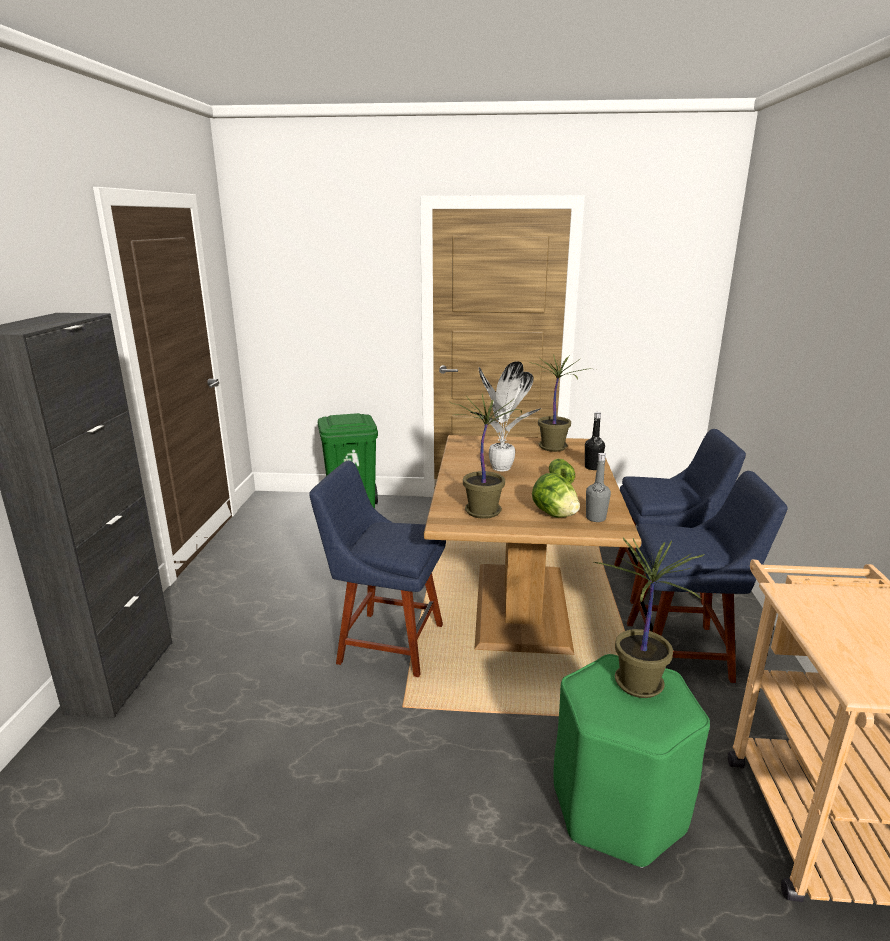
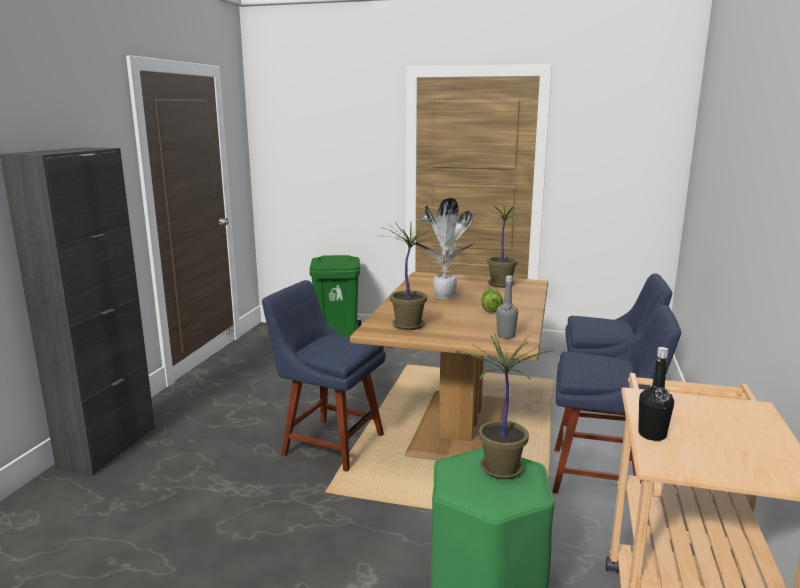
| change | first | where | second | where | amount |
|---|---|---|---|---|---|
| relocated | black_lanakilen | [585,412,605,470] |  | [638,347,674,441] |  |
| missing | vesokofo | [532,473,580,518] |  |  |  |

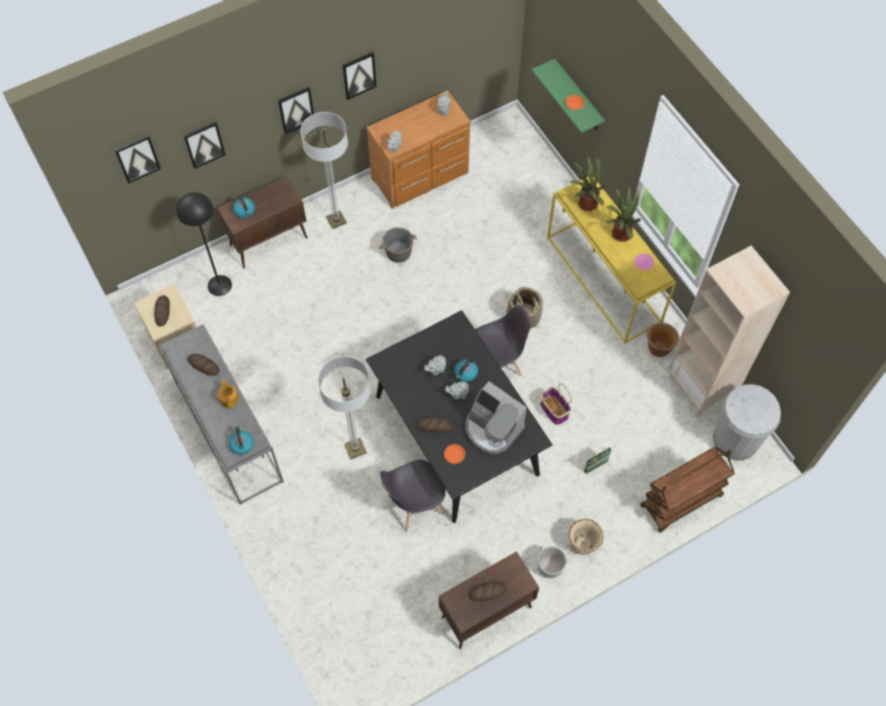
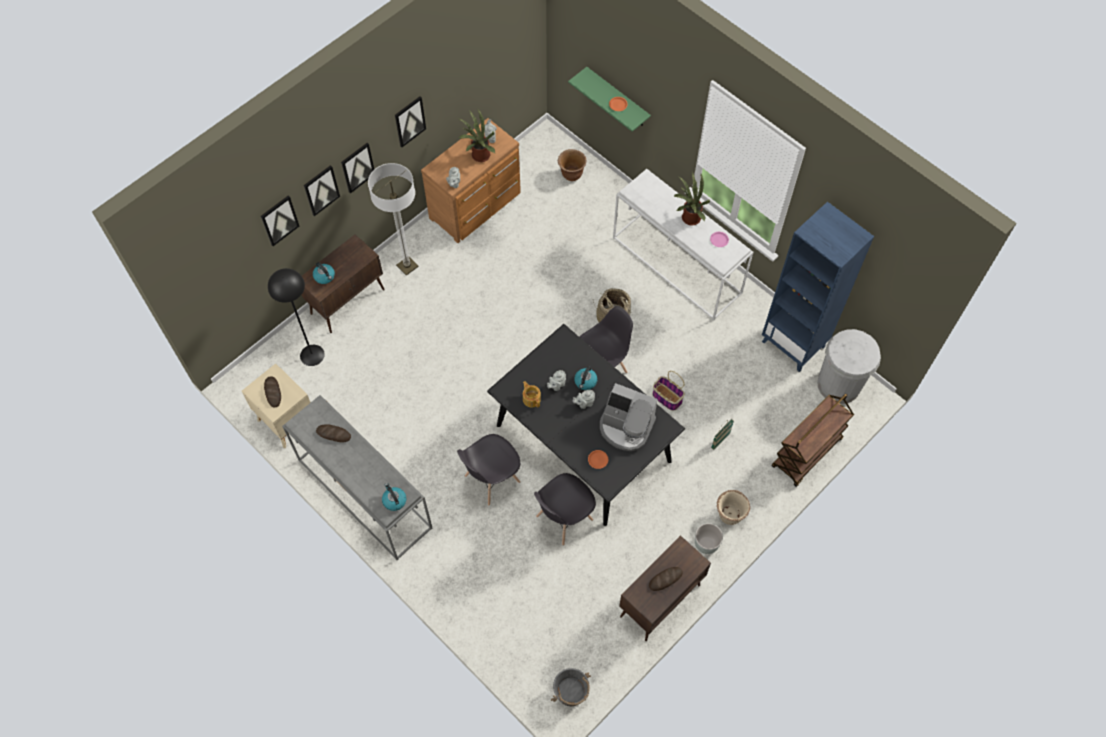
| change | first | where | second | where | amount |
|---|---|---|---|---|---|
| relocated | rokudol | [114,135,161,184] |  | [304,165,340,216] |  |
| exchanged | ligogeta | [318,356,371,459] | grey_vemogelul | [457,434,520,505] |  |
| relocated | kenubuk | [570,157,608,212] |  | [458,110,495,162] |  |
| relocated | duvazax | [218,379,239,409] |  | [523,381,541,408] |  |
| relocated | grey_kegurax | [379,227,417,263] |  | [551,668,591,706] |  |
| relocated | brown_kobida | [647,322,679,357] |  | [558,149,586,181] |  |
| colour | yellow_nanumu | [547,177,676,343] | white_nanumu | [613,169,753,320] |  |
| colour | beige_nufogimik | [668,246,790,417] | blue_nufogimik | [762,202,874,372] |  |
| missing | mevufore | [417,417,454,433] |  |  |  |

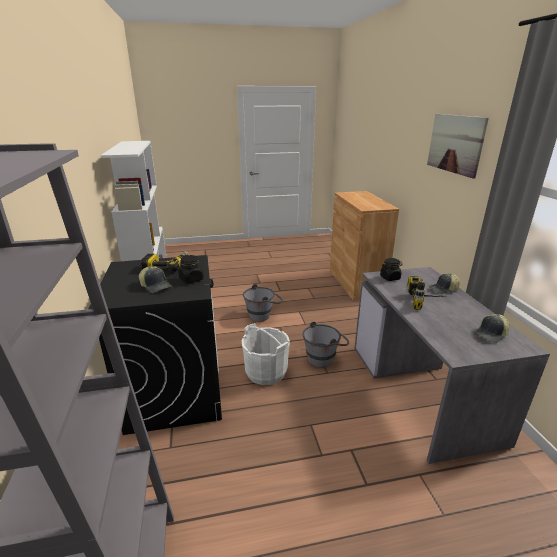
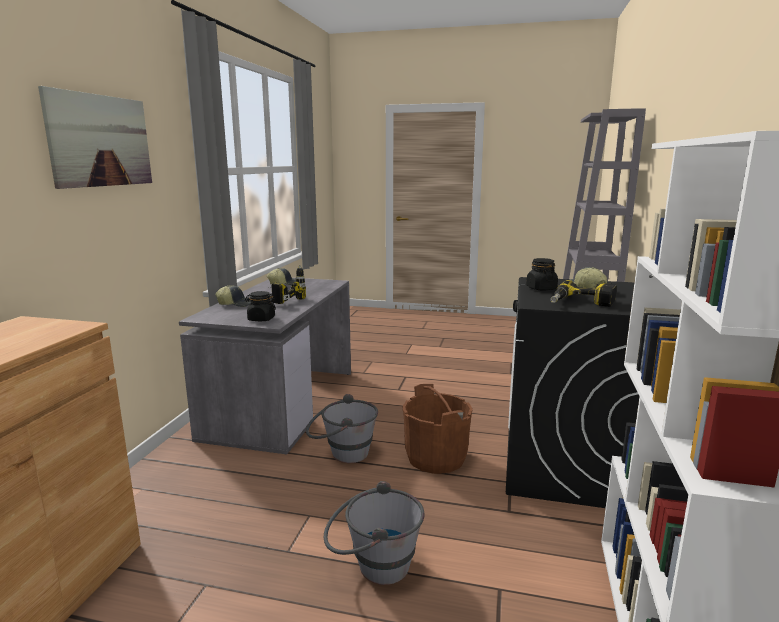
| change | first | where | second | where | amount |
|---|---|---|---|---|---|
| colour | white_kegurax | [242,323,290,385] | brown_kegurax | [403,384,473,474] |  |

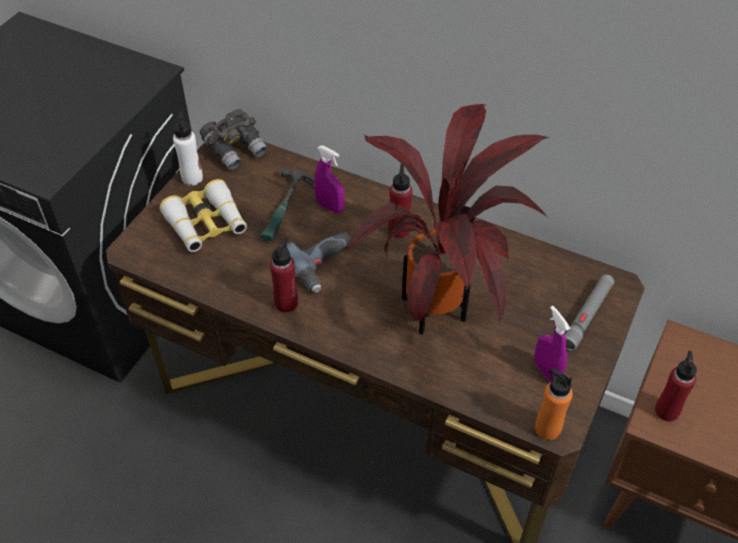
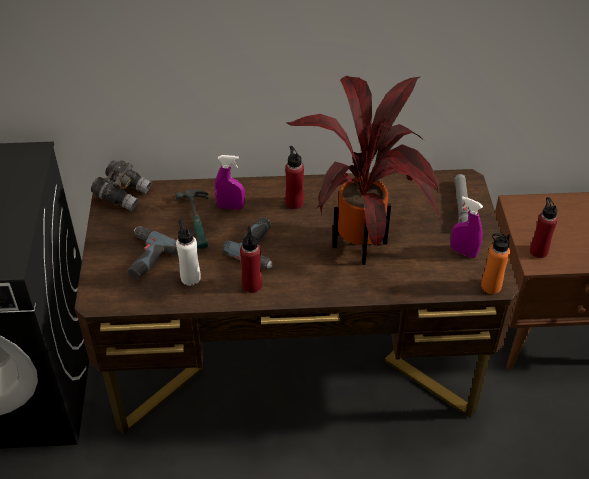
| change | first | where | second | where | amount |
|---|---|---|---|---|---|
| exchanged | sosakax | [159,179,247,252] | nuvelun | [128,226,178,279] |  |
| relocated | white_lanakilen | [173,112,203,186] |  | [176,220,201,286] |  |

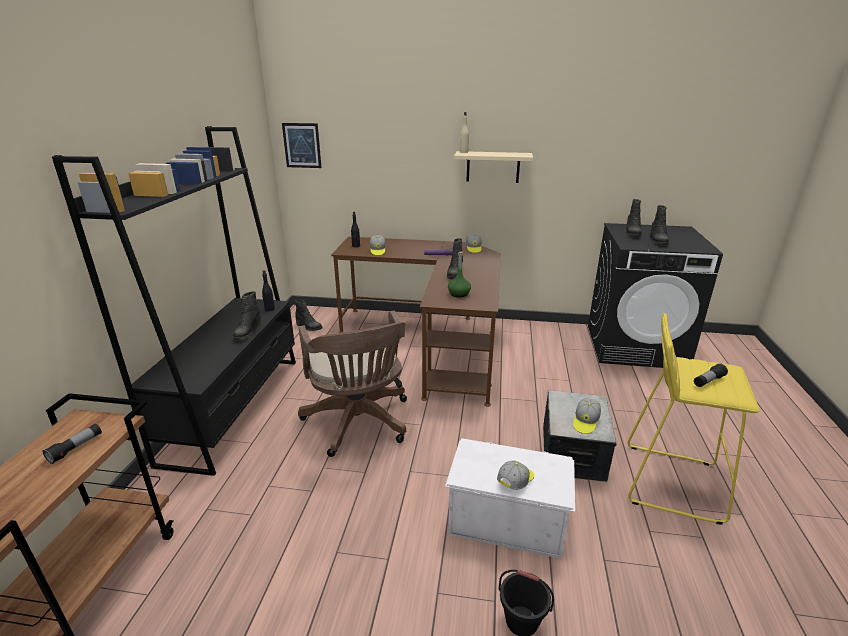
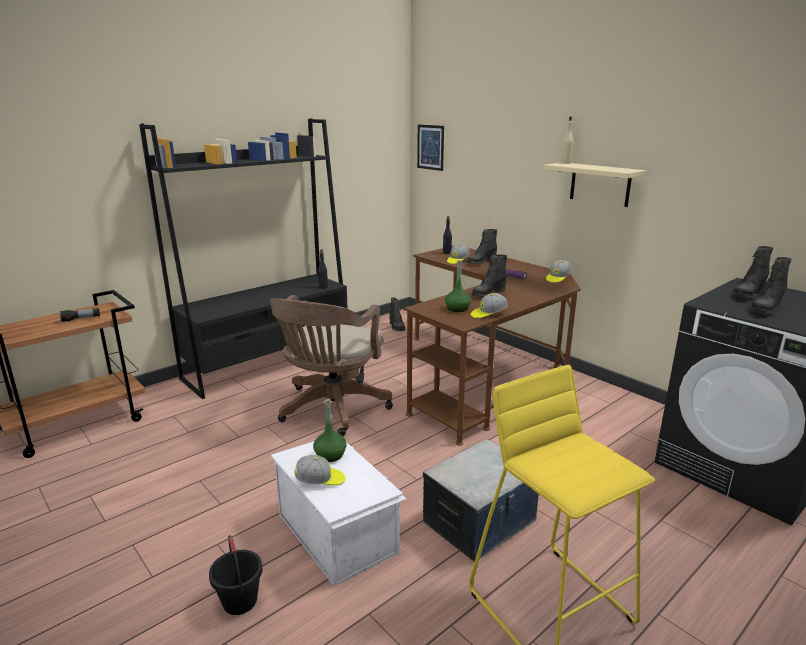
| change | first | where | second | where | amount |
|---|---|---|---|---|---|
| appeared |  |  | green_lanakilen | [313,399,347,462] |  |
| relocated | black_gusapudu | [233,291,261,341] |  | [467,229,497,264] |  |
| relocated | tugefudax | [573,398,601,434] |  | [471,293,508,318] |  |
| missing | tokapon | [694,363,728,387] |  |  |  |

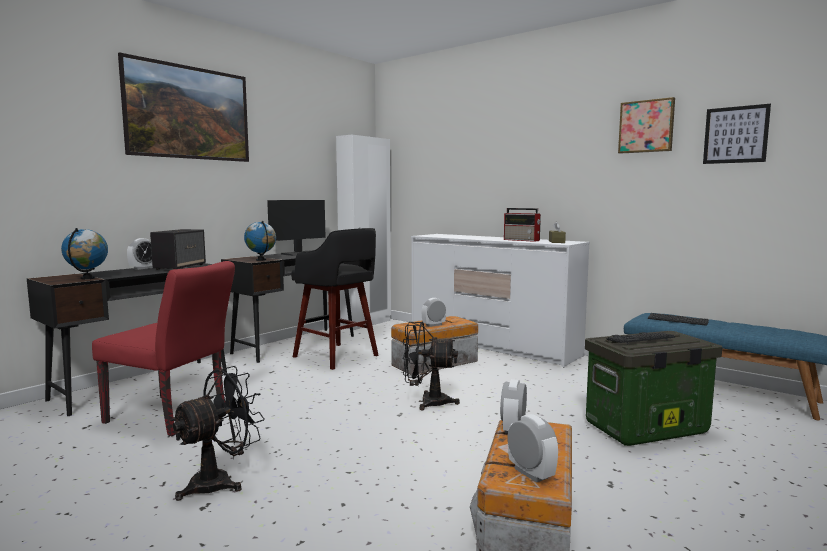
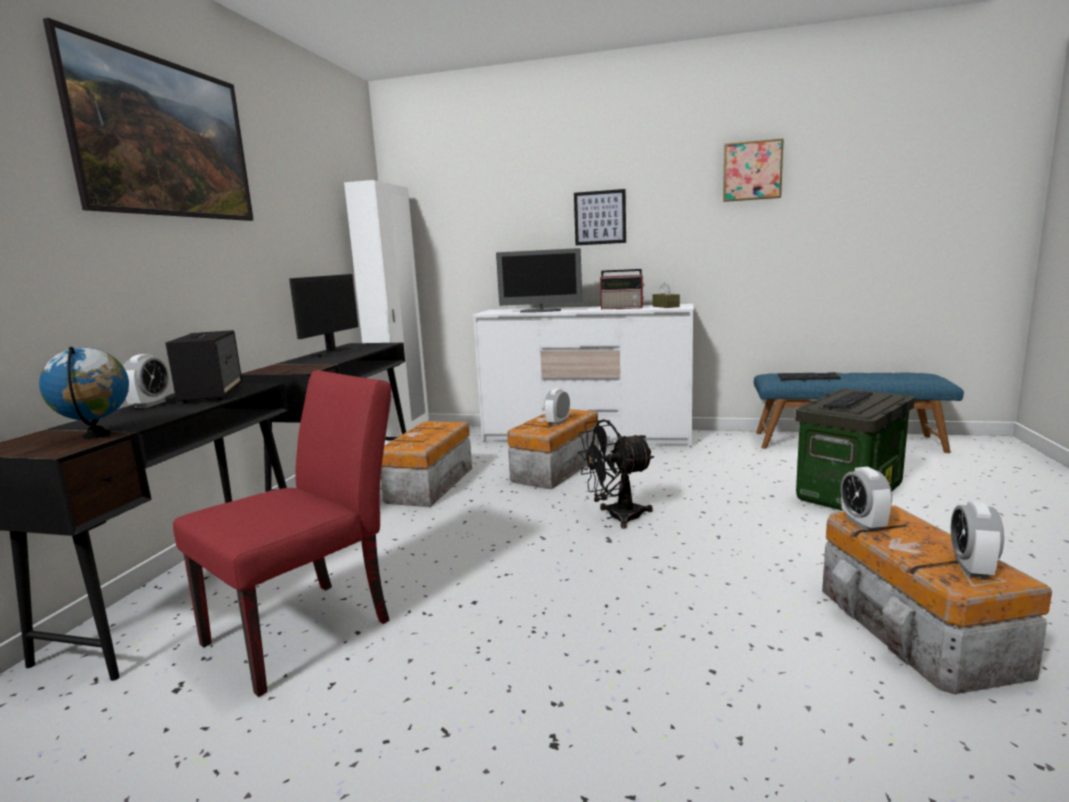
| change | first | where | second | where | amount |
|---|---|---|---|---|---|
| spun | red_vemogelul | [92,261,235,436] |  | [173,370,392,697] | 45 degrees counterclockwise |
| exchanged | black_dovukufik | [291,228,378,370] | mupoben | [381,421,472,507] |  |
| appeared |  |  | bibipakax | [496,248,582,313] |  |
| relocated | rokudol | [703,104,771,164] |  | [574,189,626,245] |  |
| spun | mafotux | [508,414,558,482] |  | [951,501,1004,578] | 105 degrees counterclockwise |
| missing | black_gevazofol | [170,366,265,501] |  |  |  |
| missing | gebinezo | [244,221,276,261] |  |  |  |

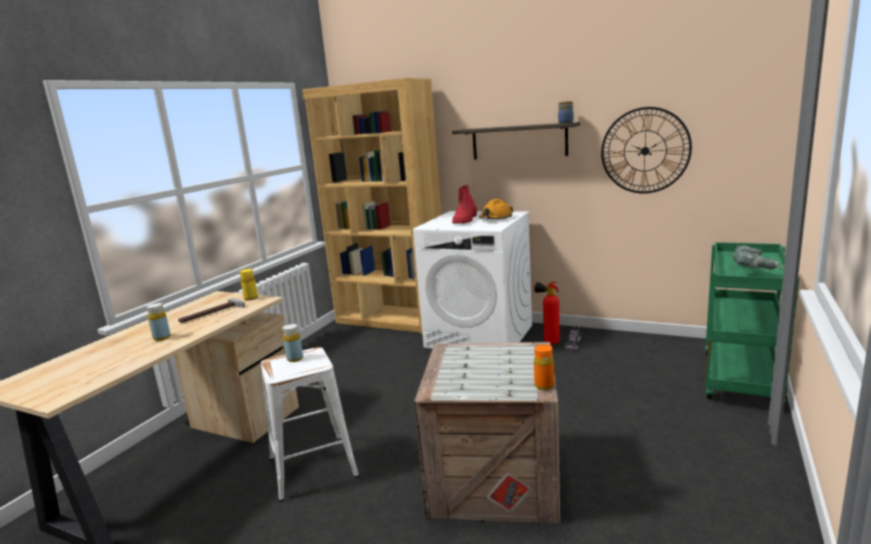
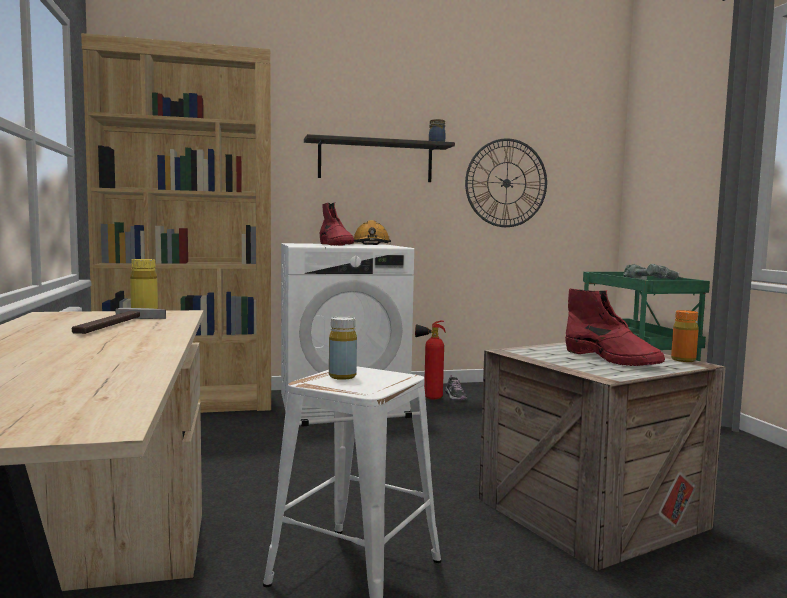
| change | first | where | second | where | amount |
|---|---|---|---|---|---|
| appeared |  |  | red_gusapudu | [565,289,665,366] |  |
| missing | yellow_lanakilen | [147,303,171,341] |  |  |  |

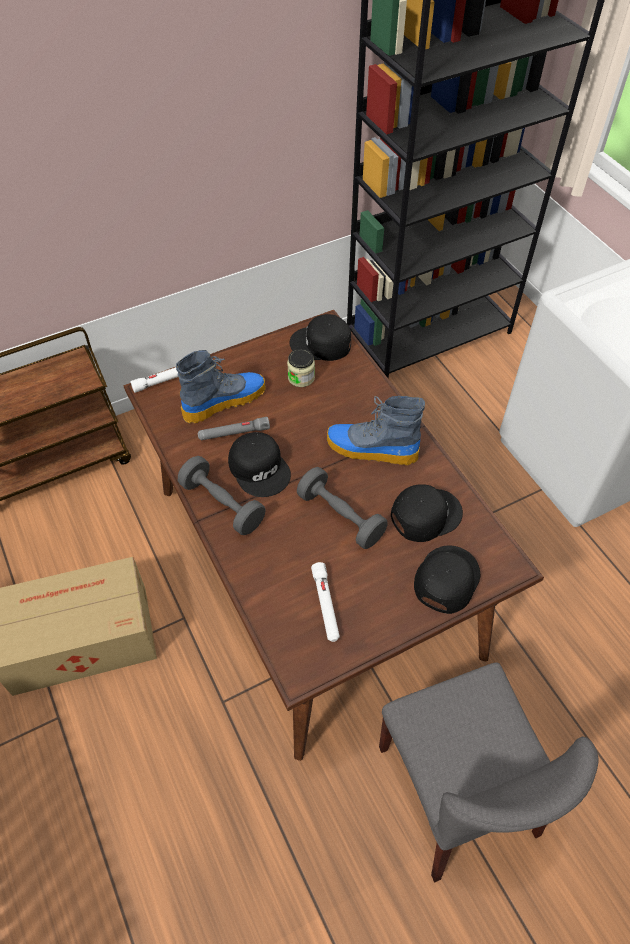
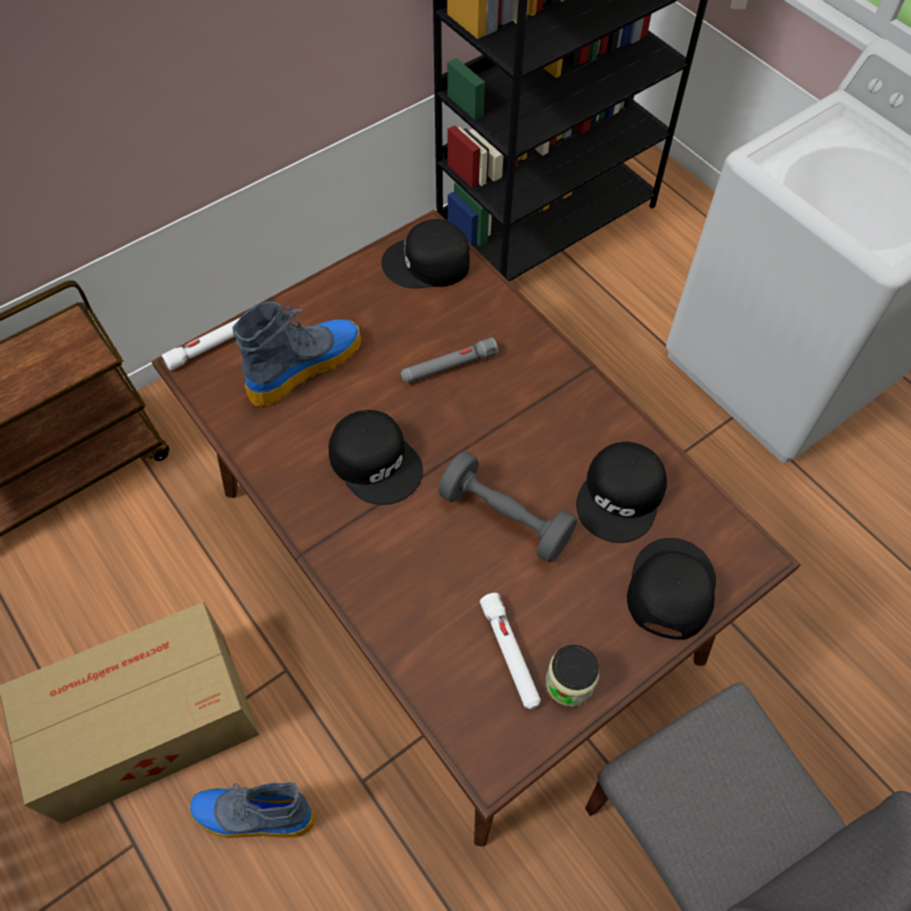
| change | first | where | second | where | amount |
|---|---|---|---|---|---|
| relocated | gusapudu | [327,396,425,465] |  | [189,782,316,838] |  |
| relocated | grey_tokapon | [198,417,270,440] |  | [401,338,498,383] |  |
| relocated | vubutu | [287,349,315,387] |  | [546,645,599,707] |  |
| spun | black_tugefudax | [391,484,463,542] |  | [576,442,667,543] | 150 degrees clockwise |
| missing | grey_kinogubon | [178,456,266,535] |  |  |  |

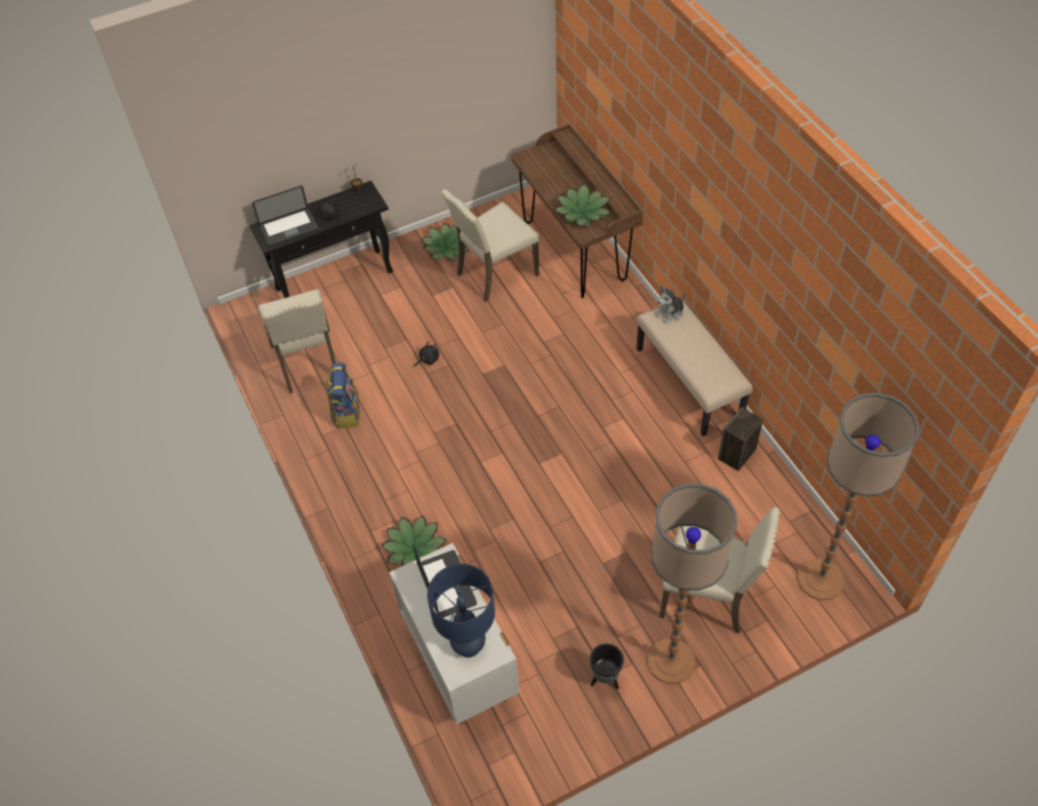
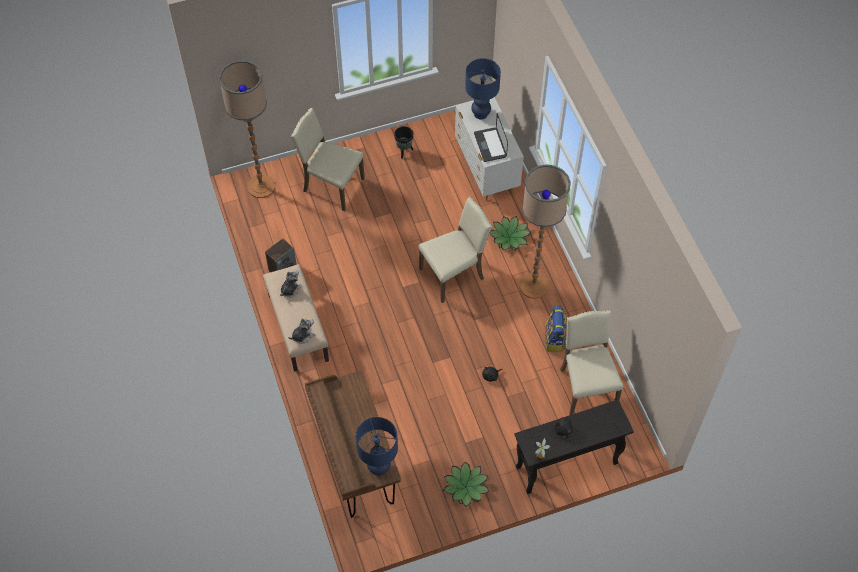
| change | first | where | second | where | amount |
|---|---|---|---|---|---|
| appeared |  |  | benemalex | [280,270,302,297] |  |
| appeared |  |  | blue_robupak | [356,417,398,476] |  |
| relocated | beige_vemogelul | [441,189,539,302] |  | [418,197,493,303] |  |
| relocated | ligogeta | [648,483,737,684] |  | [519,164,571,299] |  |
| missing | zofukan | [252,186,318,247] |  |  |  |
| missing | kenubuk | [554,183,611,227] |  |  |  |

